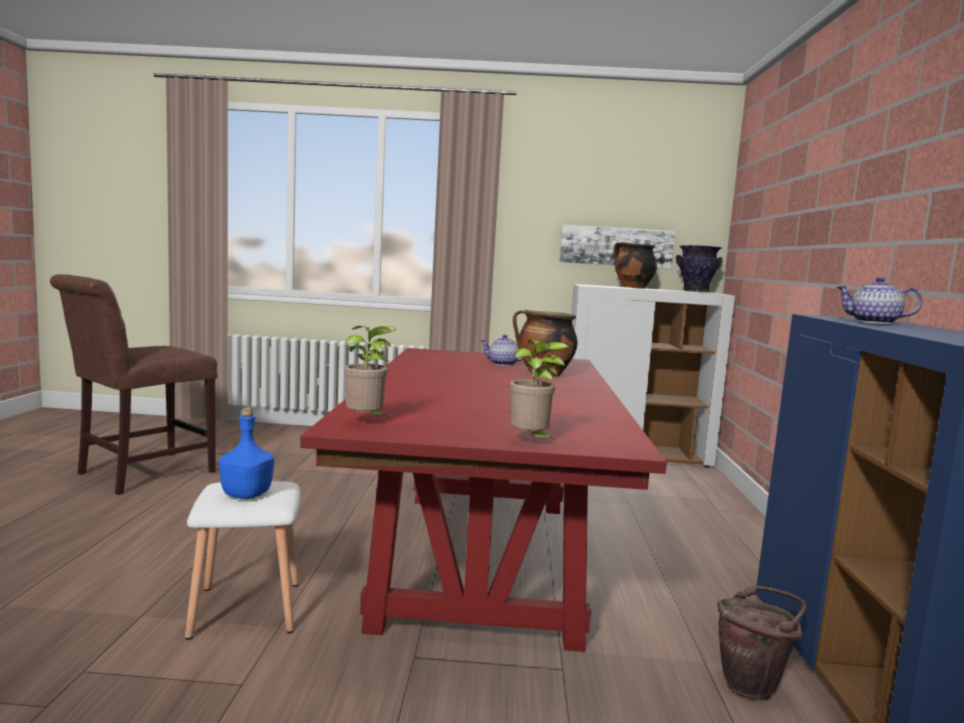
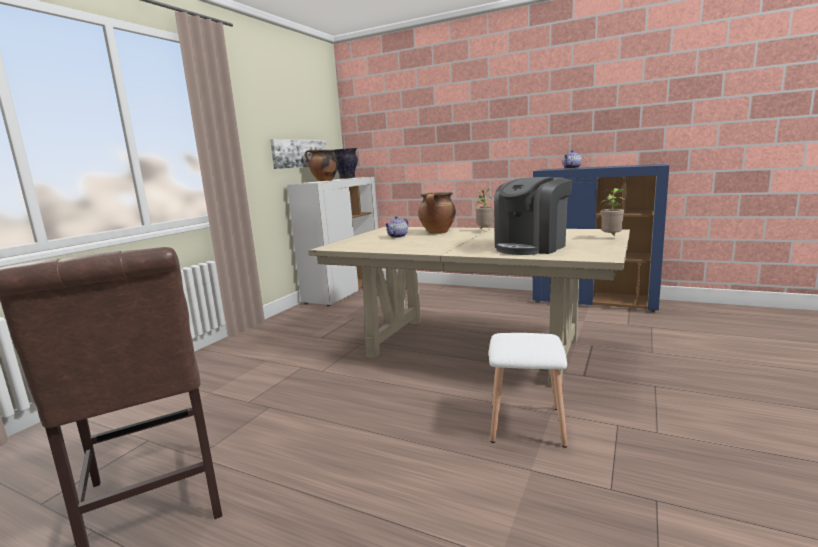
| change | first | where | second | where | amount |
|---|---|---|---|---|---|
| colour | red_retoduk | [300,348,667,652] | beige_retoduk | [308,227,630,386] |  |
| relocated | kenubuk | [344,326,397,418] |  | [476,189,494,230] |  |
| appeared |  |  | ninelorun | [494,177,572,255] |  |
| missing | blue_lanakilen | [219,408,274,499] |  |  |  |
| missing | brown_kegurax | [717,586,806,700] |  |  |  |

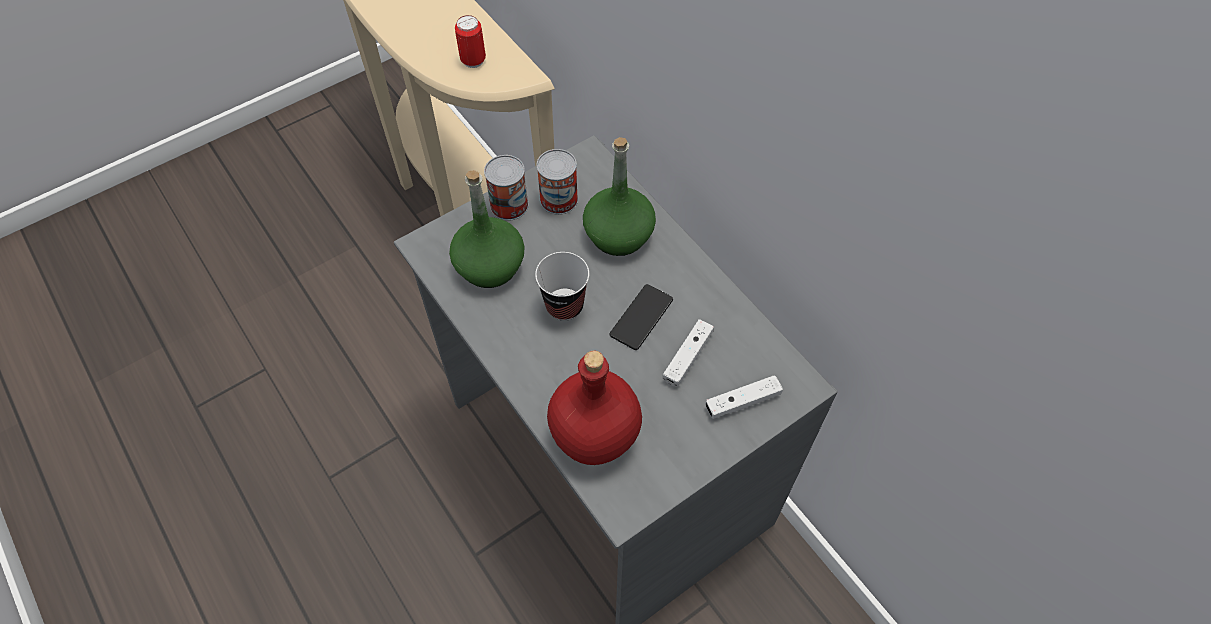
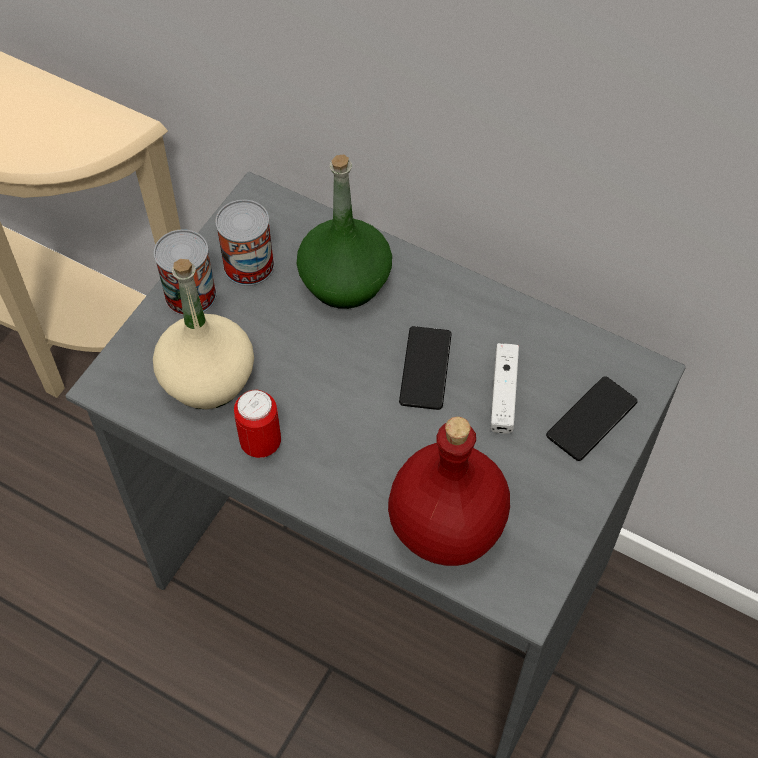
| change | first | where | second | where | amount |
|---|---|---|---|---|---|
| colour | green_lanakilen | [449,170,525,288] | beige_lanakilen | [153,259,254,409] |  |
| relocated | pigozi | [455,15,486,68] |  | [234,390,281,458] |  |
| exchanged | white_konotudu | [705,375,783,419] | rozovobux | [546,376,637,461] |  |
| missing | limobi | [535,252,589,321] |  |  |  |

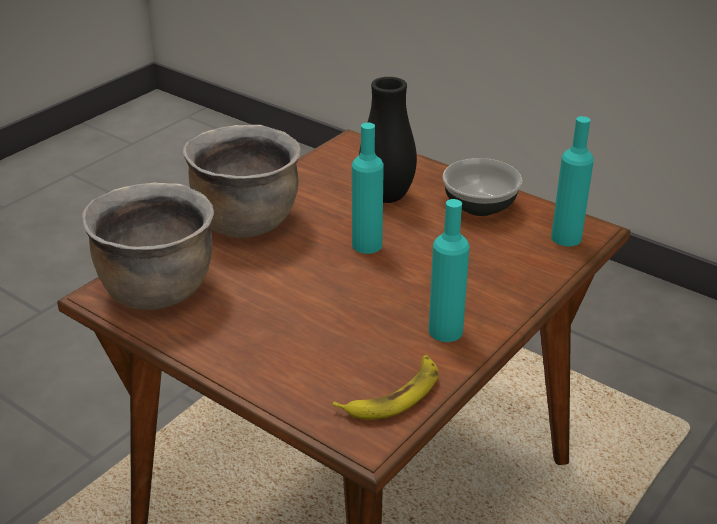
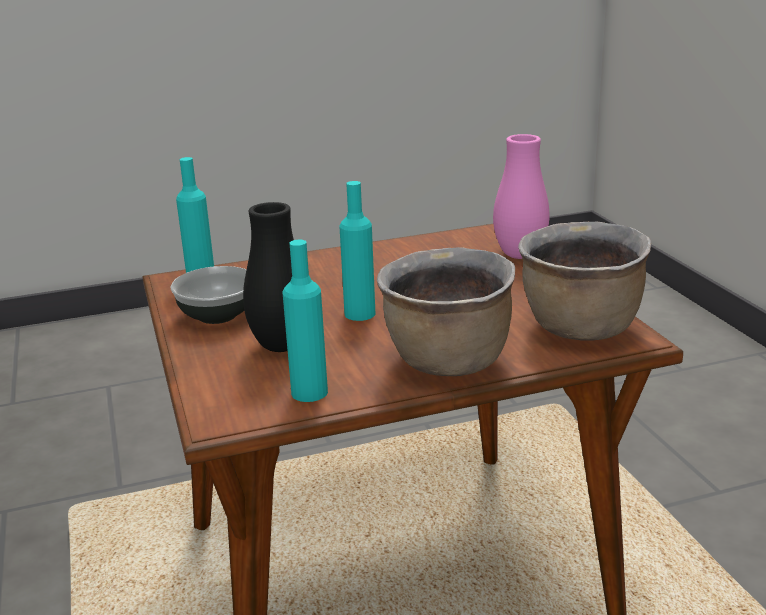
| change | first | where | second | where | amount |
|---|---|---|---|---|---|
| relocated | turquoise_lanakilen | [429,199,470,342] |  | [283,240,328,402] |  |
| appeared |  |  | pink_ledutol | [493,134,550,259] |  |
| missing | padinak | [333,355,439,420] |  |  |  |

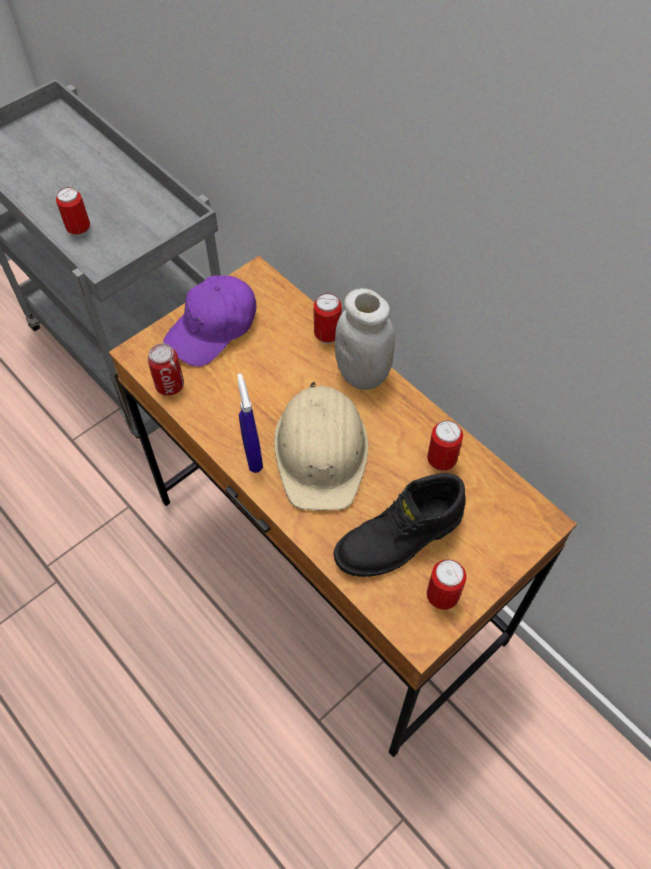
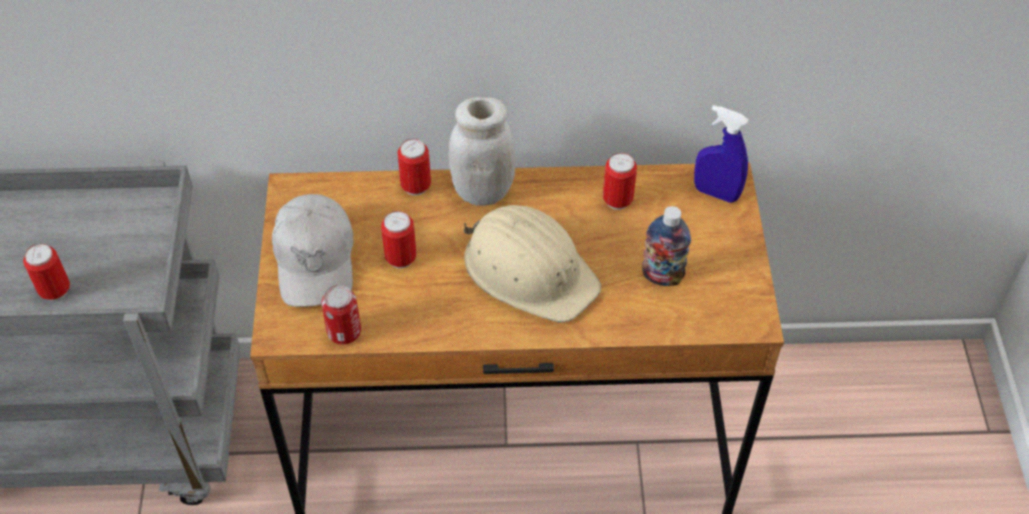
| change | first | where | second | where | amount |
|---|---|---|---|---|---|
| colour | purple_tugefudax | [163,276,257,367] | white_tugefudax | [272,194,354,307] |  |
| relocated | pigozi | [427,559,466,610] |  | [381,211,417,268] |  |
| exchanged | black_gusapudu | [334,473,466,577] | lanakilen | [642,206,691,286] |  |
| relocated | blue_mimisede | [237,374,263,473] |  | [694,105,748,203] |  |

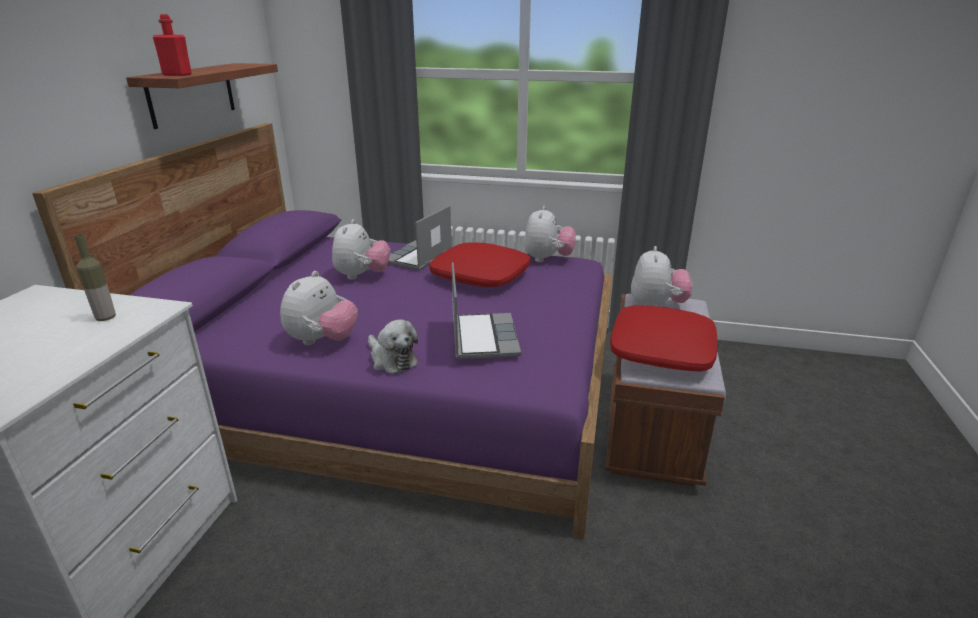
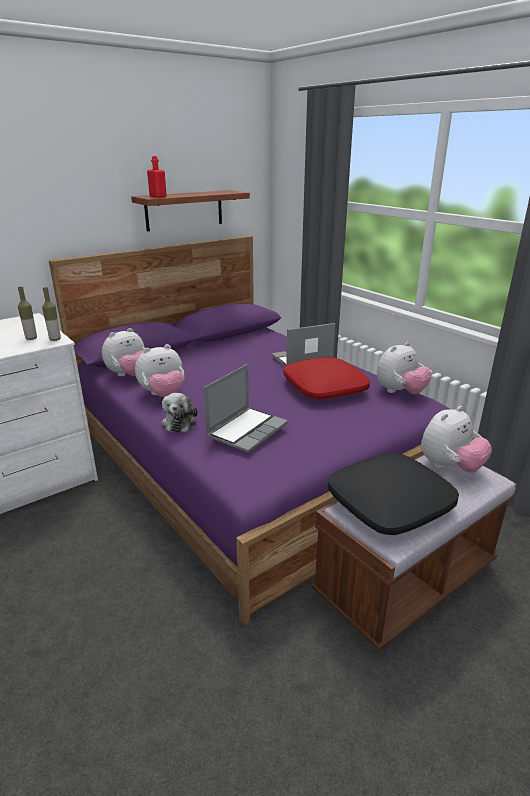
| change | first | where | second | where | amount |
|---|---|---|---|---|---|
| appeared |  |  | lanakilen | [42,287,61,341] |  |
| relocated | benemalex | [332,219,390,280] |  | [102,328,145,377] |  |
| colour | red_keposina | [610,305,717,372] | black_keposina | [328,453,459,535] |  |

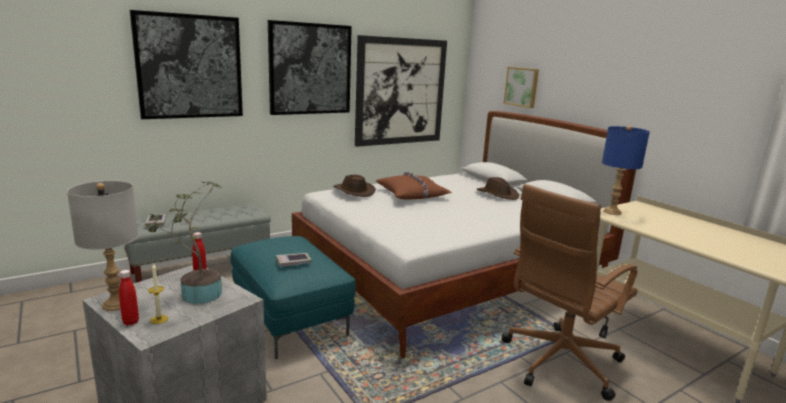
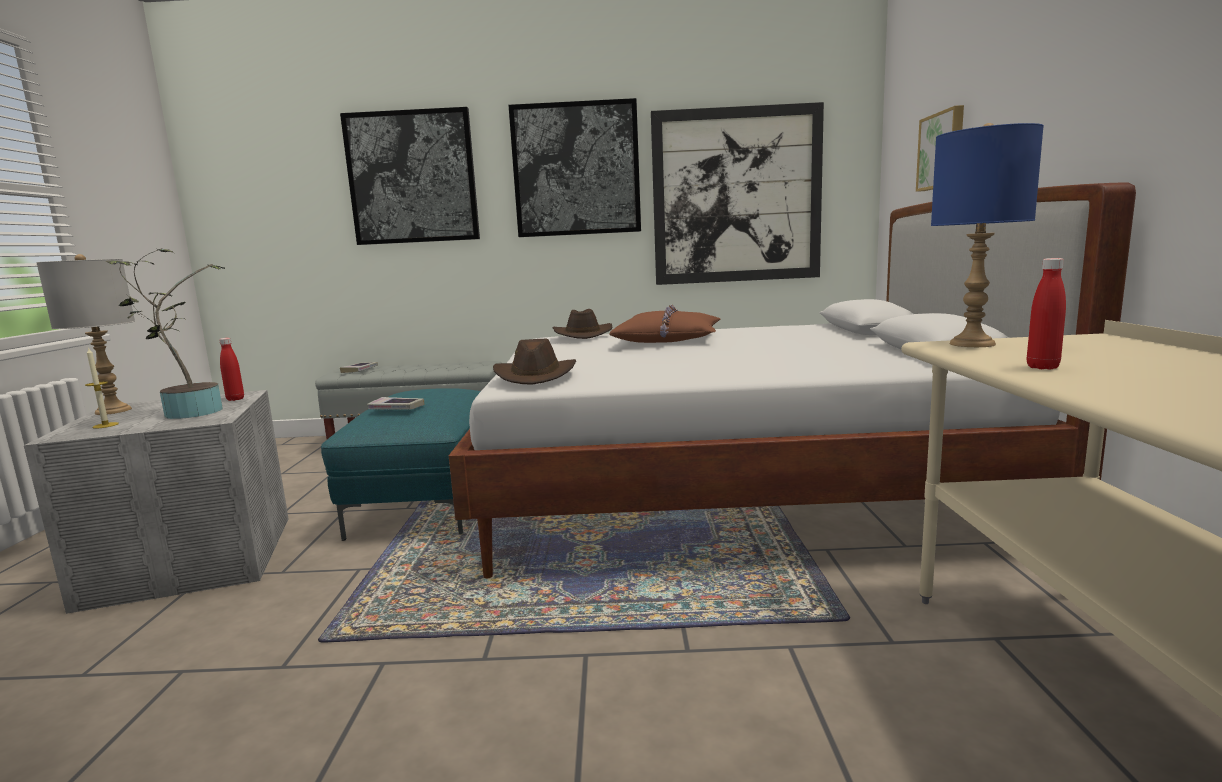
| change | first | where | second | where | amount |
|---|---|---|---|---|---|
| relocated | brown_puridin | [477,177,519,200] |  | [493,339,576,385] |  |
| relocated | red_lanakilen | [119,270,139,325] |  | [1027,258,1066,370] |  |
| missing | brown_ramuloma | [502,184,637,401] |  |  |  |

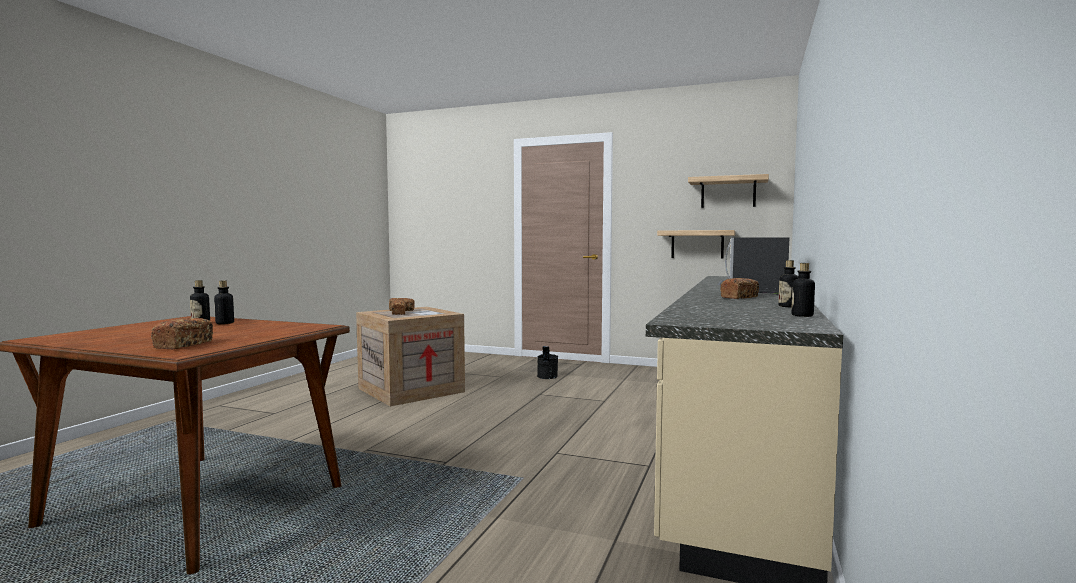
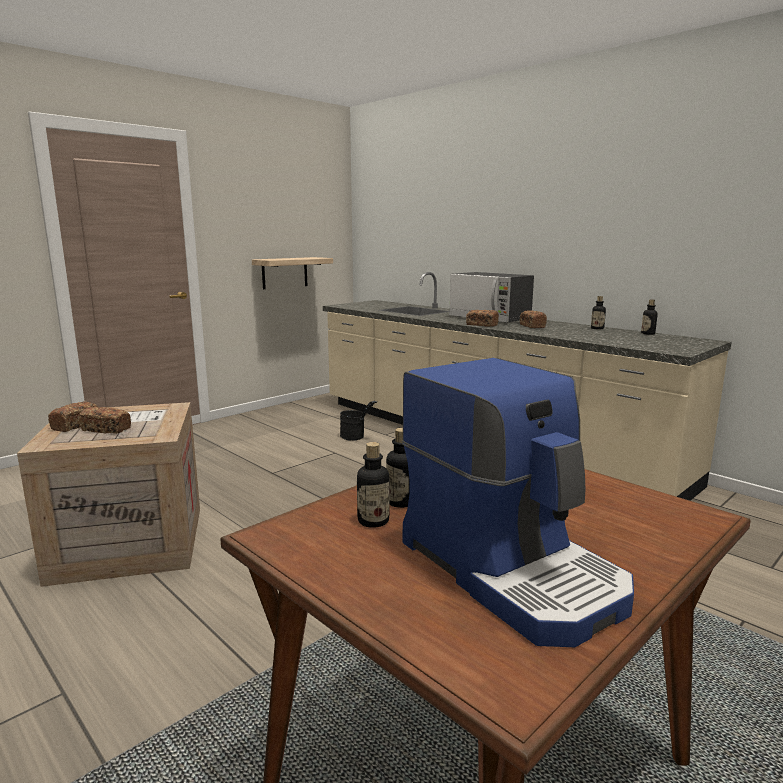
| change | first | where | second | where | amount |
|---|---|---|---|---|---|
| relocated | black_kegurax | [537,346,558,379] |  | [340,401,377,440] |  |
| appeared |  |  | ninelorun | [402,358,634,647] |  |
| relocated | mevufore | [151,318,213,349] |  | [466,310,499,327] |  |
| missing | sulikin | [688,174,769,208] |  |  |  |

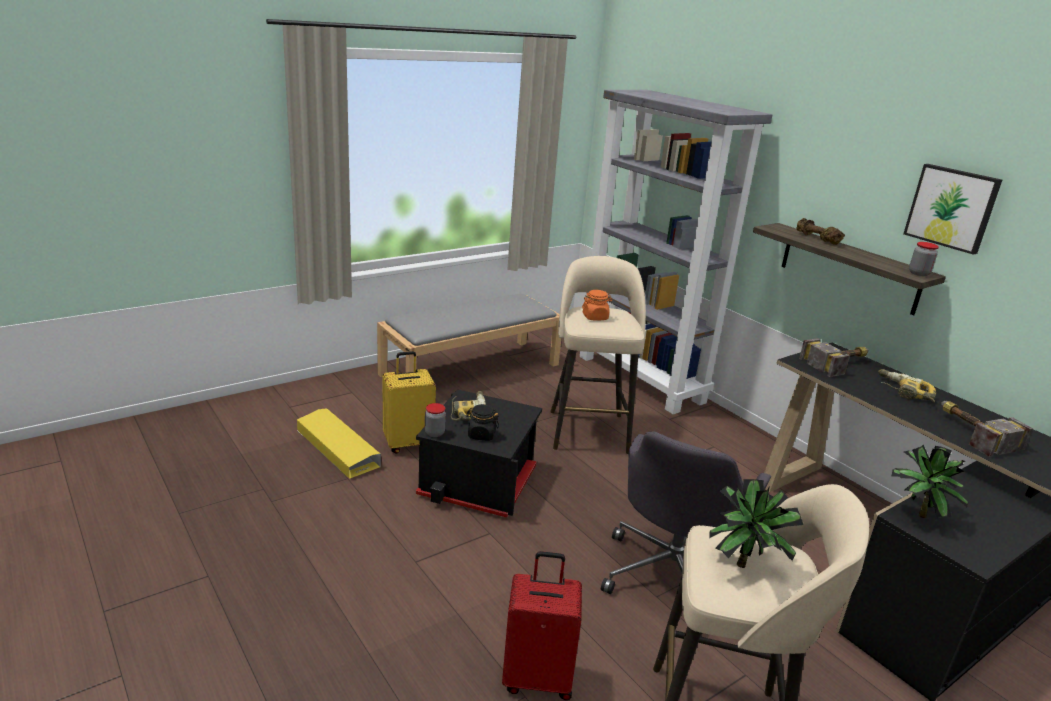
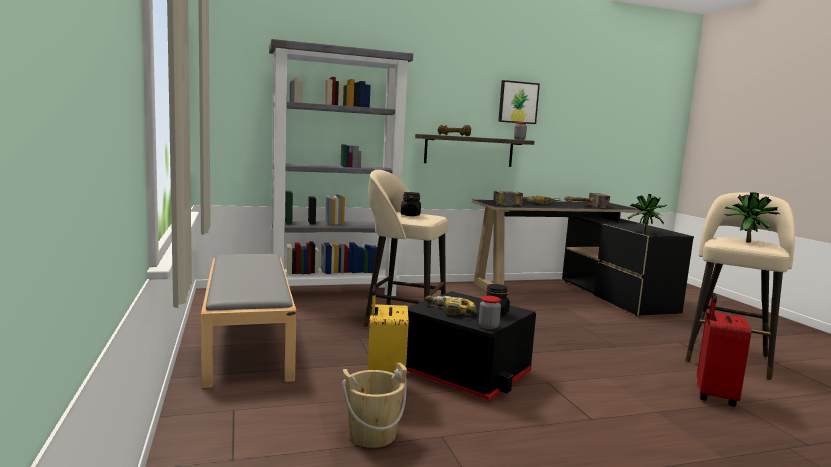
| change | first | where | second | where | amount |
|---|---|---|---|---|---|
| exchanged | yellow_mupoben | [297,408,381,479] | beige_kegurax | [342,363,407,448] |  |
| colour | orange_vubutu | [582,290,612,321] | black_vubutu | [401,192,421,216] |  |
| missing | grey_ramuloma | [601,431,771,634] |  |  |  |

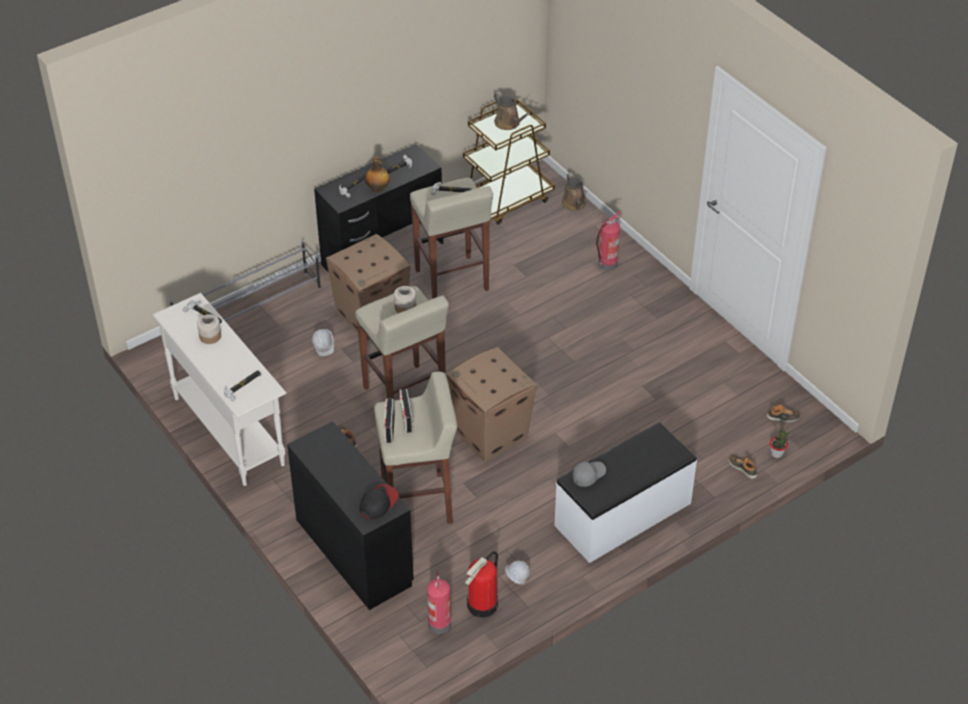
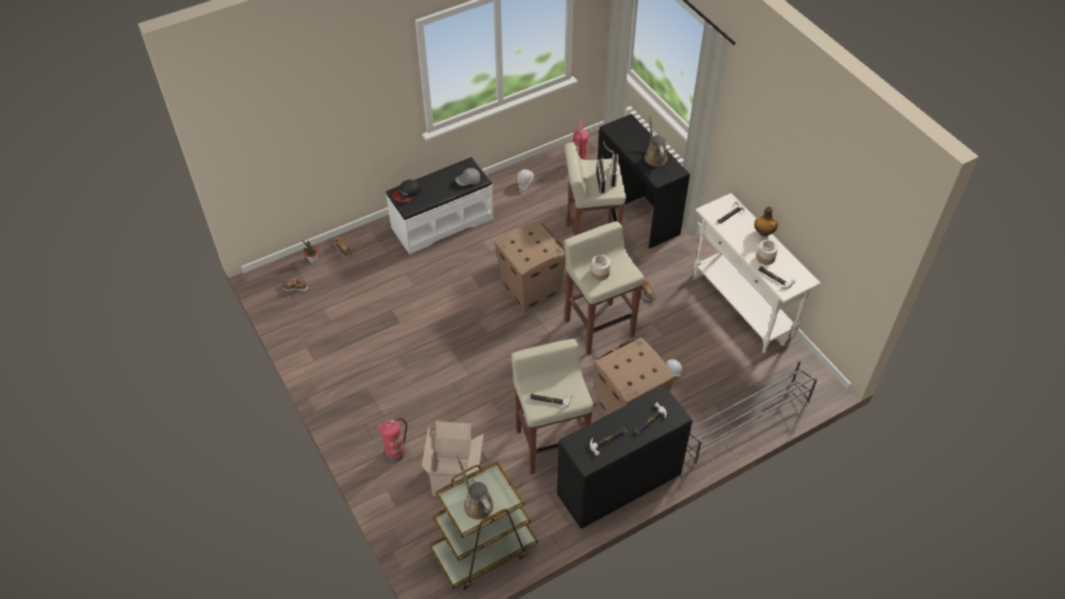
| change | first | where | second | where | amount |
|---|---|---|---|---|---|
| relocated | tugefudax | [359,484,399,519] |  | [392,180,421,203] |  |
| appeared |  |  | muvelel | [422,421,484,496] |  |
| relocated | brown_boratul | [561,173,587,211] |  | [644,115,667,167] |  |
| relocated | lanakilen | [365,157,390,193] |  | [754,206,778,237] |  |
| missing | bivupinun | [465,551,498,618] |  |  |  |

